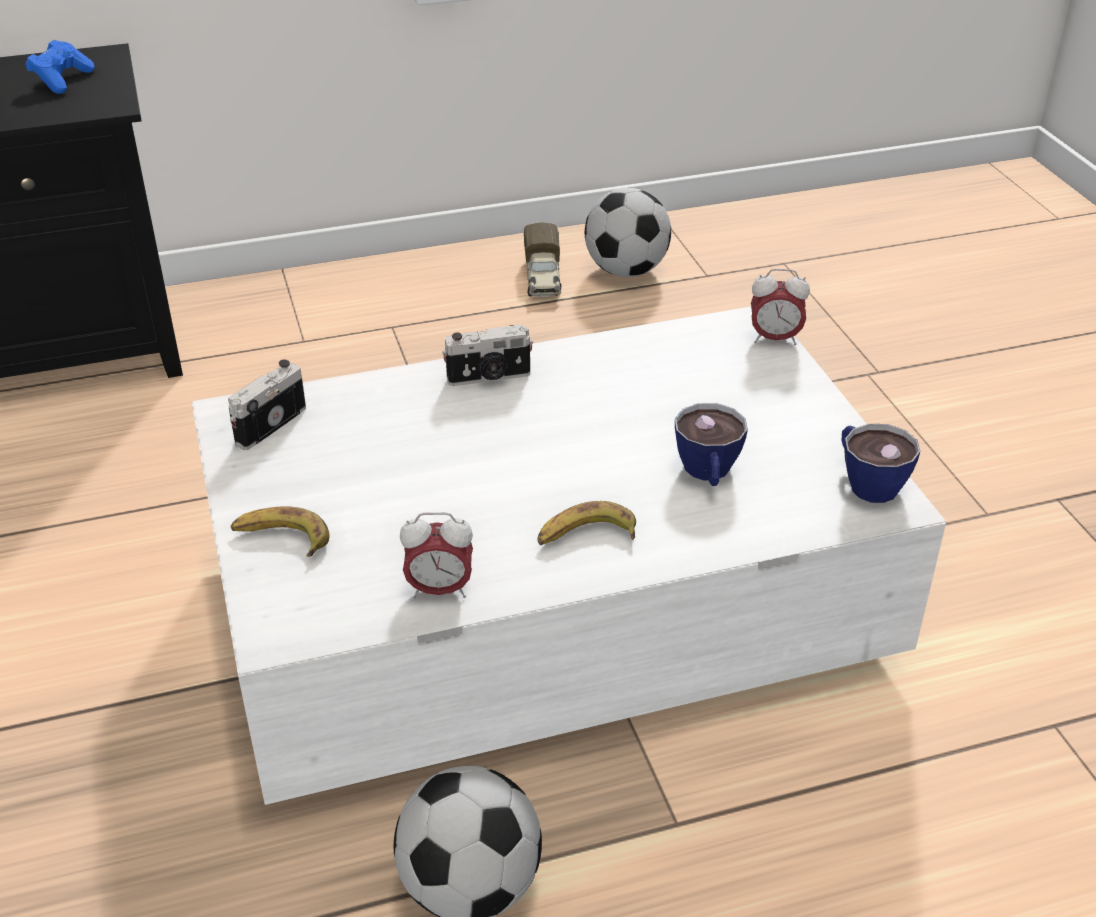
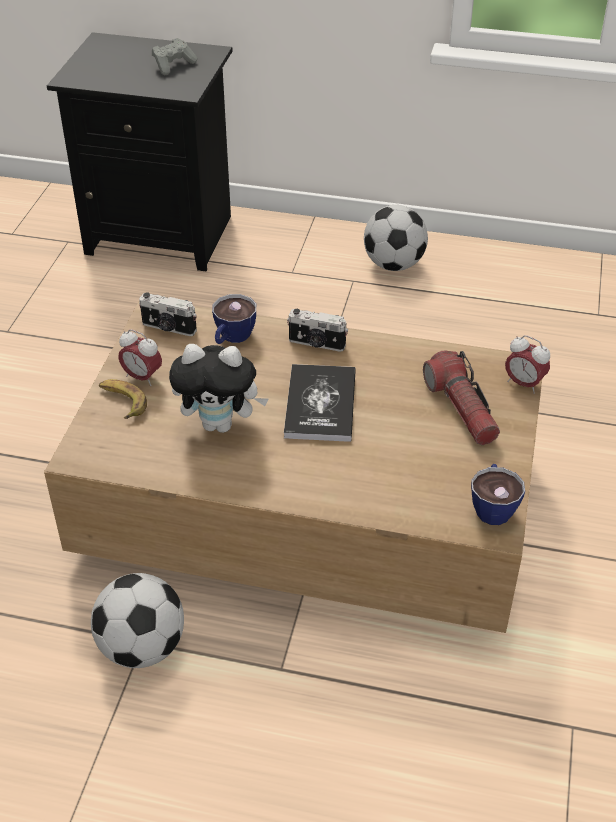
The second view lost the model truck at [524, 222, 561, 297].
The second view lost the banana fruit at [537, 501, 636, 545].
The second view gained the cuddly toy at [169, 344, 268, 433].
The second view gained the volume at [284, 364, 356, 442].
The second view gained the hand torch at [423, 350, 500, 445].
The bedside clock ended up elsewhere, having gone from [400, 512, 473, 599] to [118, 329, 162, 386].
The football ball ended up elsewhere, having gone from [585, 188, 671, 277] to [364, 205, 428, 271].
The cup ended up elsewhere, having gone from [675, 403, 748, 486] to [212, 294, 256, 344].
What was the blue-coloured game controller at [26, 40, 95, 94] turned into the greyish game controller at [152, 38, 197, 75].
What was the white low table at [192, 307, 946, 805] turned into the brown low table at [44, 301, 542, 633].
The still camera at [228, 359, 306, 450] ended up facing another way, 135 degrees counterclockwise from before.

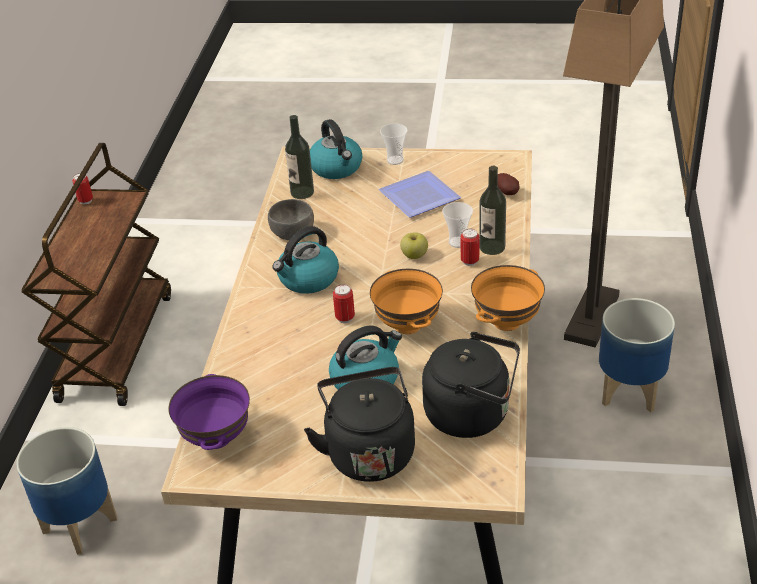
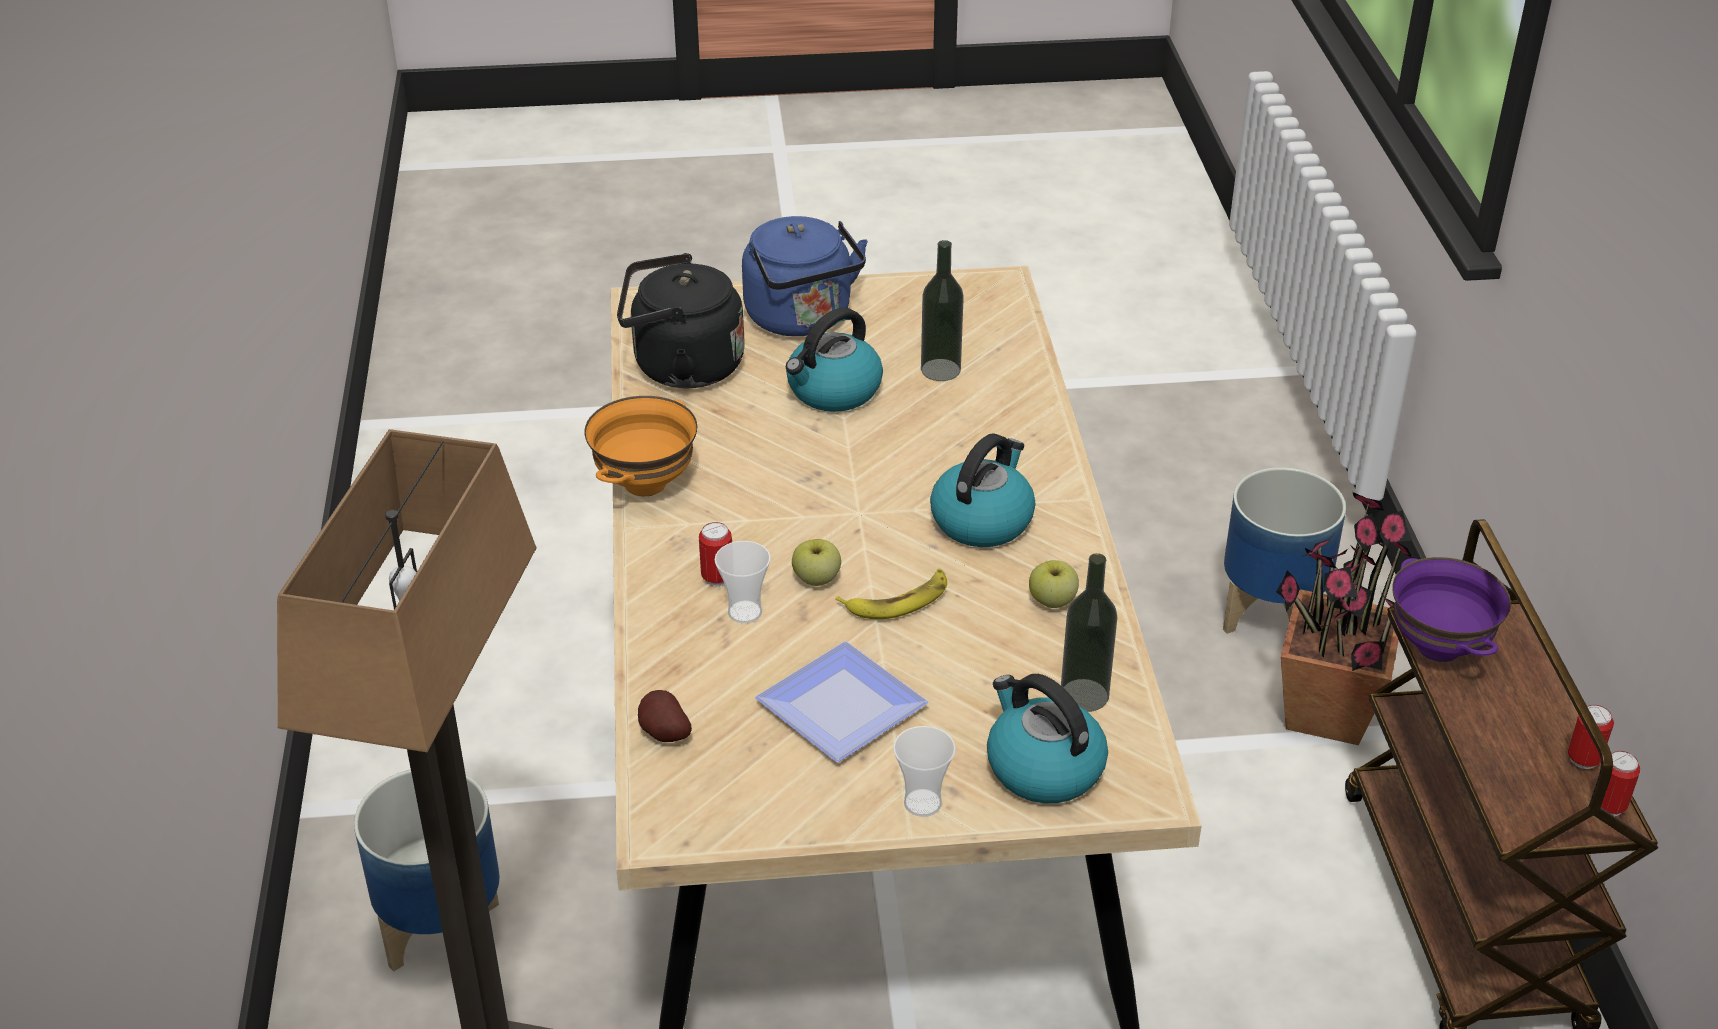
The second view lost the orange serving bowl at [370, 269, 443, 334].
The second view gained the banana fruit at [836, 569, 947, 619].
The second view gained the potted plant at [1276, 492, 1414, 745].
The purple-coloured serving bowl ended up elsewhere, having gone from [168, 374, 250, 450] to [1392, 557, 1511, 662].
The can ended up elsewhere, having gone from [333, 284, 355, 323] to [1568, 705, 1614, 769].
The bottle ended up elsewhere, having gone from [479, 166, 506, 255] to [921, 240, 964, 381].
Where the greyish serving bowl stood at [268, 199, 314, 240], the apple came to stand at [1029, 560, 1079, 608].
What was the black tea kettle at [304, 367, 415, 482] turned into the blue-coloured tea kettle at [742, 216, 868, 336].

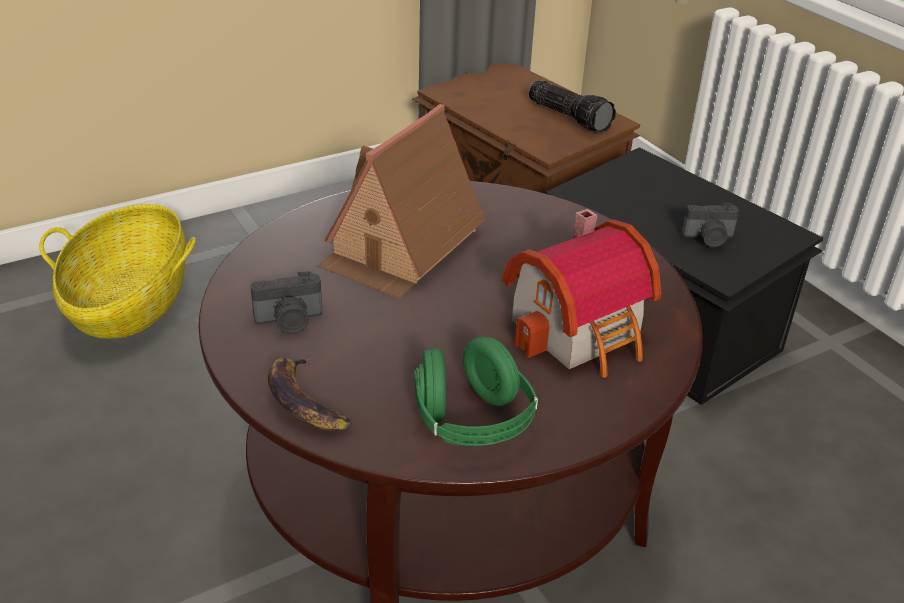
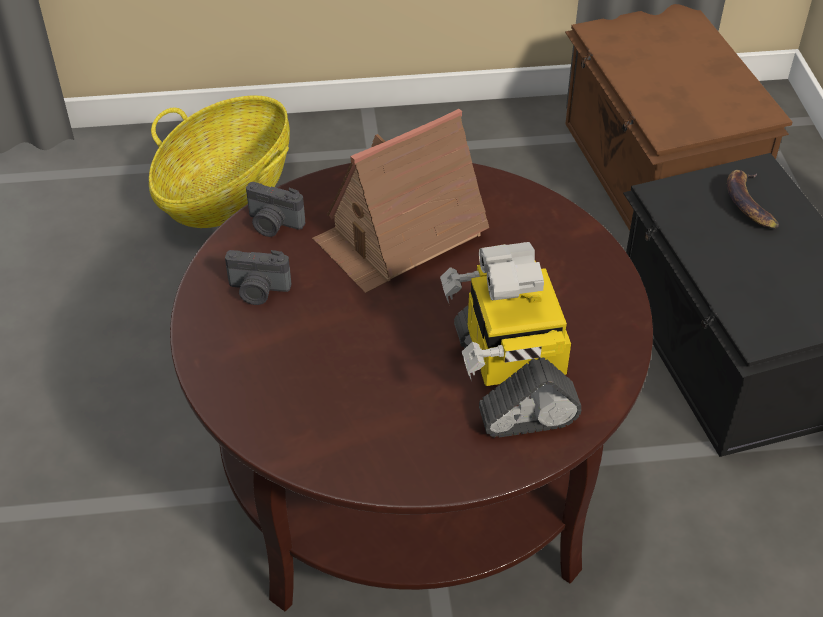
The second view lost the green-coloured headphones at [414, 336, 538, 446].
The second view lost the hand torch at [529, 80, 616, 133].
The banana fruit ended up elsewhere, having gone from [268, 356, 352, 431] to [727, 170, 779, 228].
The still camera ended up elsewhere, having gone from [682, 202, 739, 247] to [246, 182, 305, 237].
Where the toy house stood at [502, 209, 661, 378], the model robot came to stand at [440, 242, 582, 438].

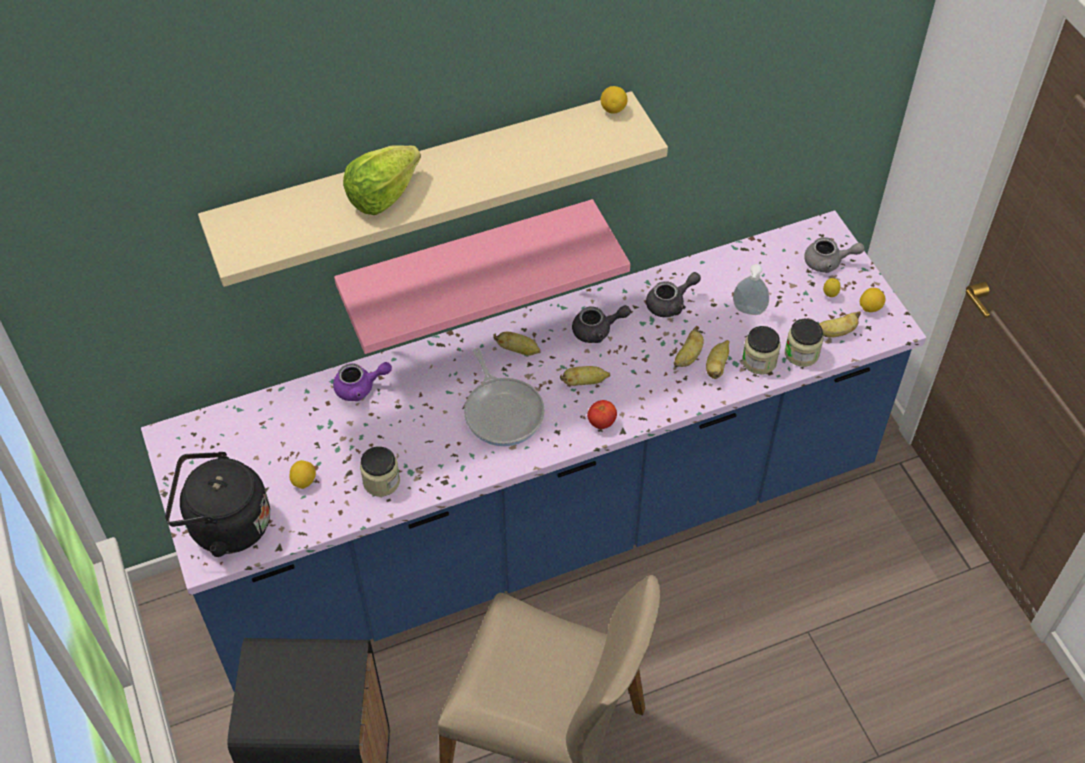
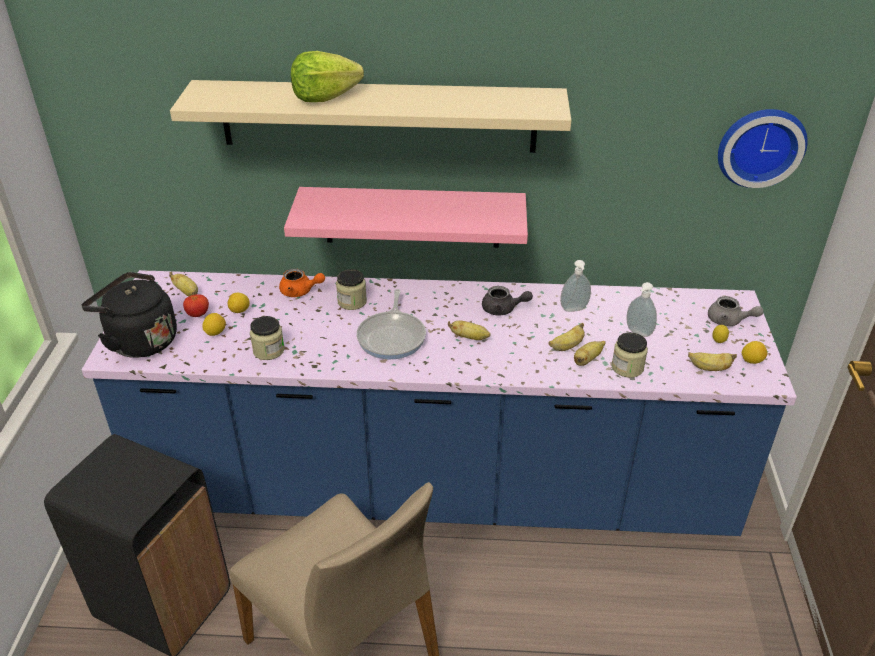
The second view gained the hanging clock at [718, 109, 808, 188].
The banana fruit ended up elsewhere, having gone from [493, 332, 541, 356] to [169, 272, 198, 296].
The tomato ended up elsewhere, having gone from [587, 400, 617, 429] to [183, 294, 209, 317].
The lemon ended up elsewhere, having gone from [601, 86, 627, 114] to [228, 293, 250, 313].
The storage jar ended up elsewhere, having gone from [785, 319, 824, 367] to [336, 269, 367, 310].
Where the greyish teapot stood at [646, 272, 701, 317], the liquid soap bottle came to stand at [560, 260, 591, 312].
What was the purple-coloured teapot at [333, 362, 392, 401] turned into the orange teapot at [279, 269, 325, 297].

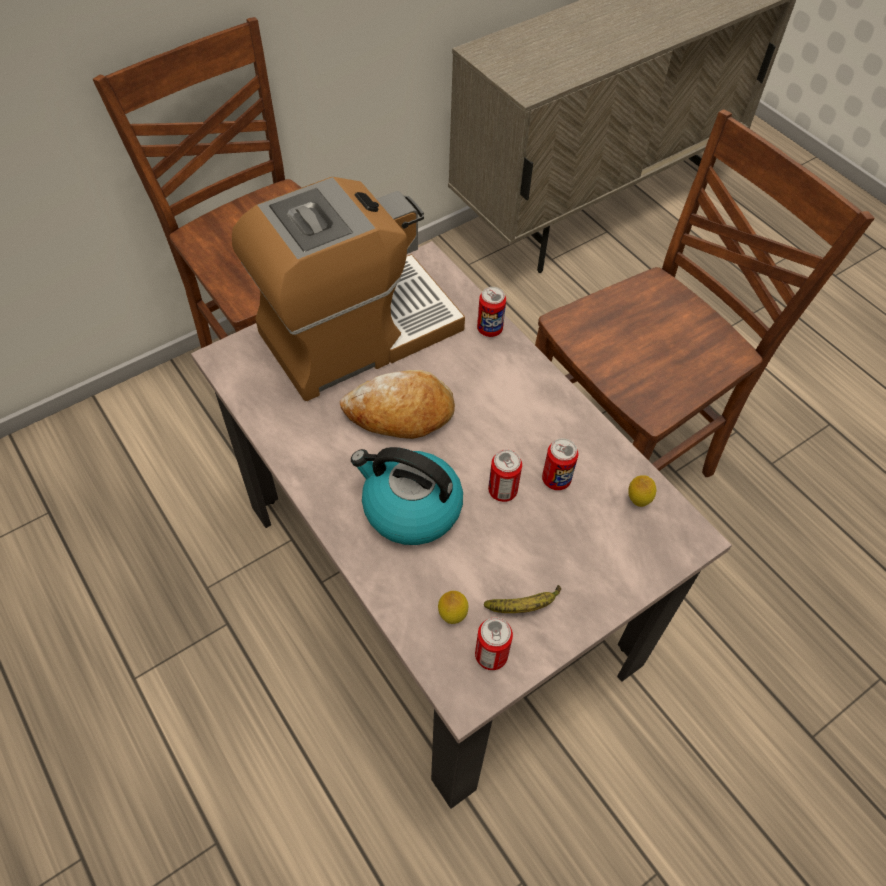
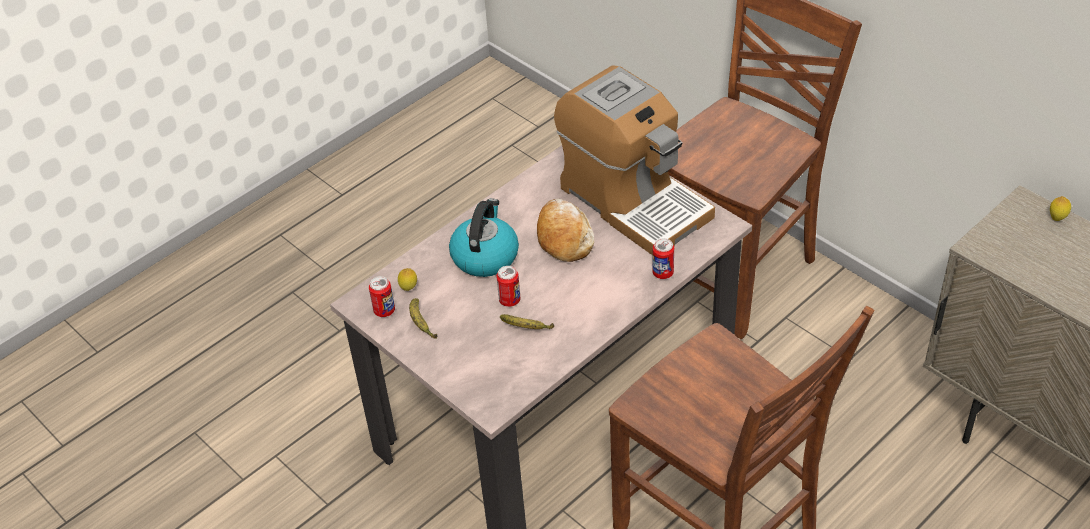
The lemon ended up elsewhere, having gone from [628, 475, 656, 507] to [1050, 196, 1071, 221].
Where the can stood at [542, 438, 578, 490], the banana fruit came to stand at [500, 314, 554, 329].

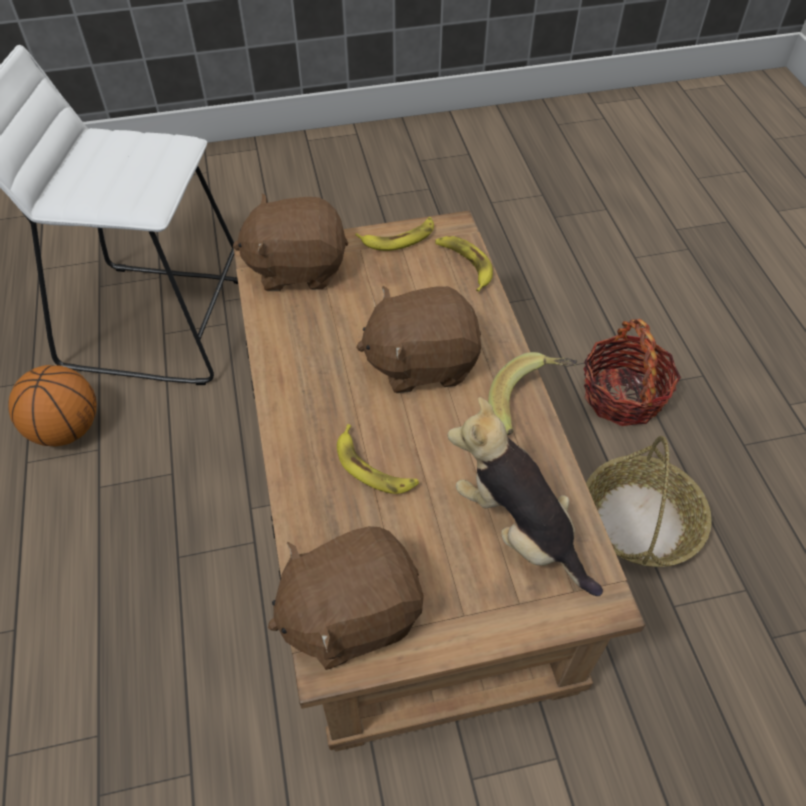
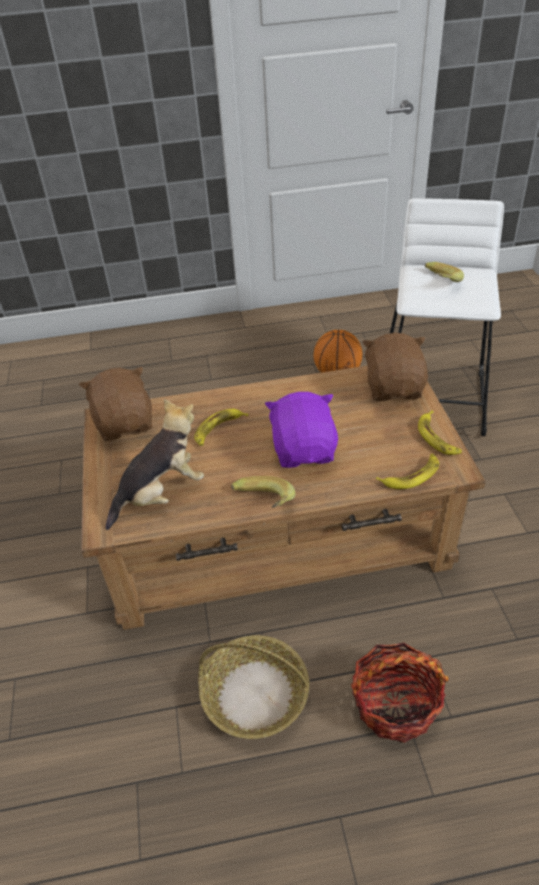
The second view gained the banana fruit at [425, 262, 464, 282].
What was the brown cuddly toy at [356, 286, 481, 393] turned into the purple-coloured cuddly toy at [265, 392, 338, 468].

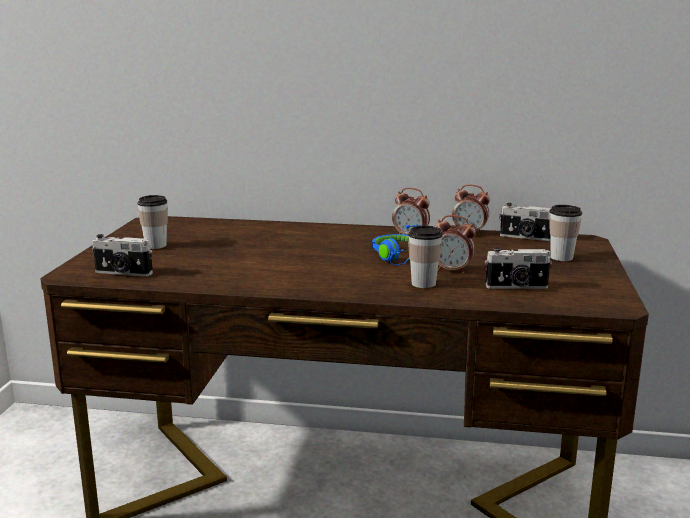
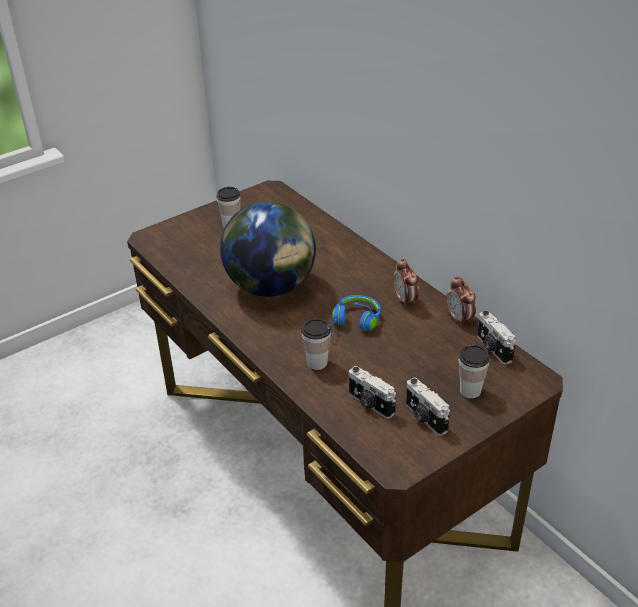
The second view lost the bedside clock at [435, 215, 476, 274].
The second view gained the world globe at [220, 201, 316, 297].
The still camera ended up elsewhere, having gone from [92, 234, 153, 277] to [406, 378, 450, 436].

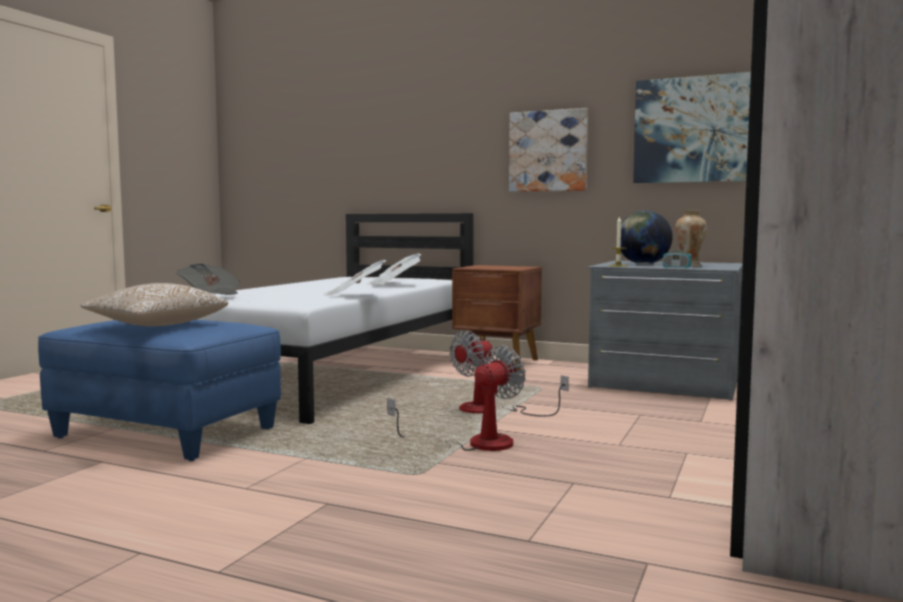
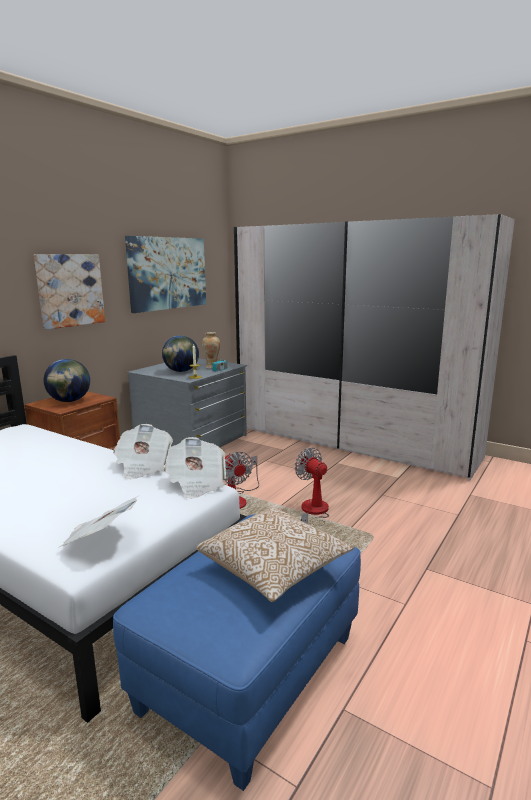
The second view gained the world globe at [44, 359, 90, 402].
The daily paper ended up elsewhere, having gone from [367, 253, 422, 285] to [164, 437, 226, 499].

